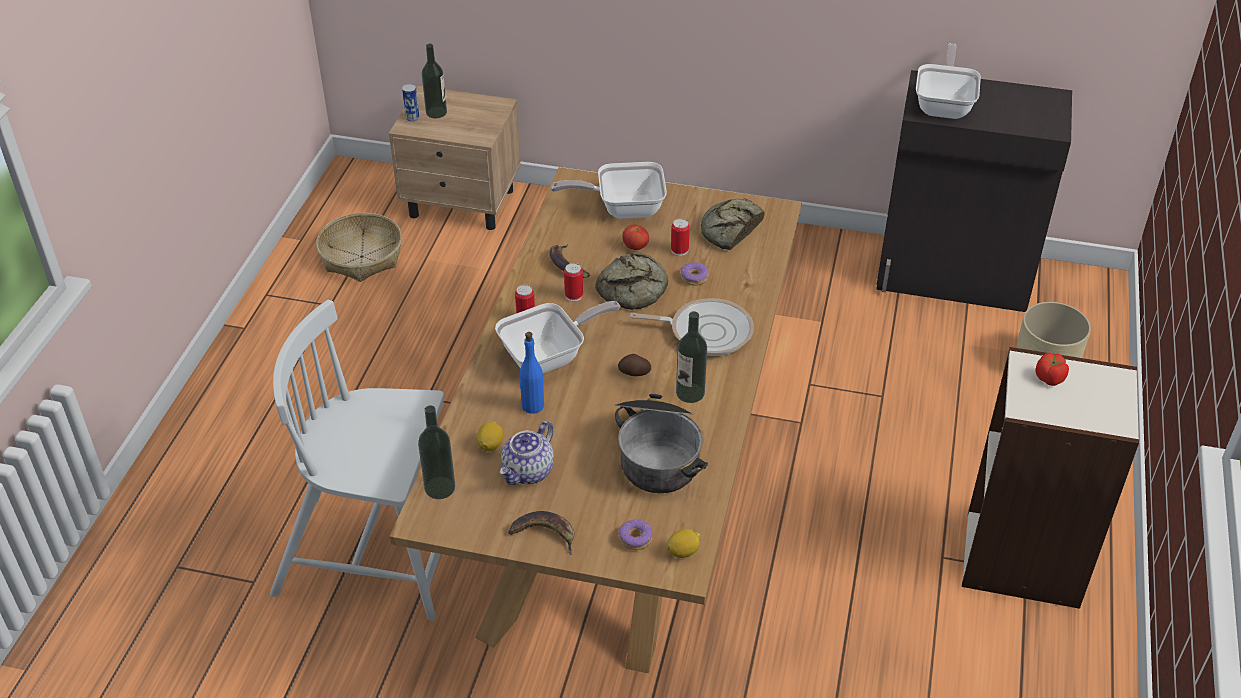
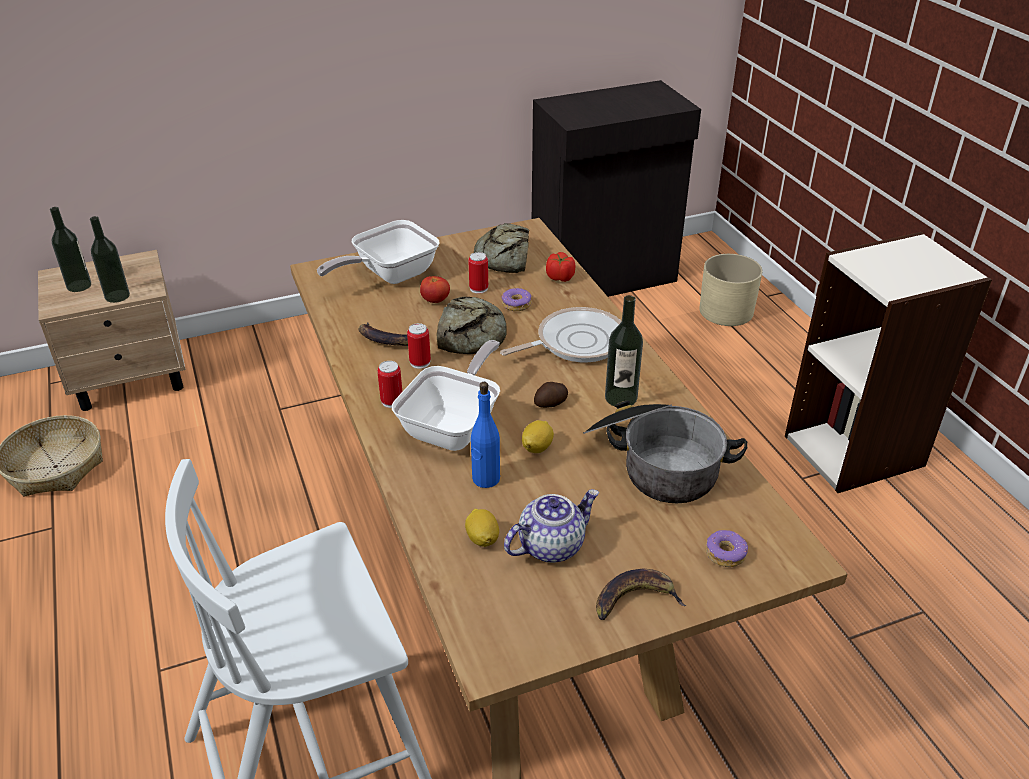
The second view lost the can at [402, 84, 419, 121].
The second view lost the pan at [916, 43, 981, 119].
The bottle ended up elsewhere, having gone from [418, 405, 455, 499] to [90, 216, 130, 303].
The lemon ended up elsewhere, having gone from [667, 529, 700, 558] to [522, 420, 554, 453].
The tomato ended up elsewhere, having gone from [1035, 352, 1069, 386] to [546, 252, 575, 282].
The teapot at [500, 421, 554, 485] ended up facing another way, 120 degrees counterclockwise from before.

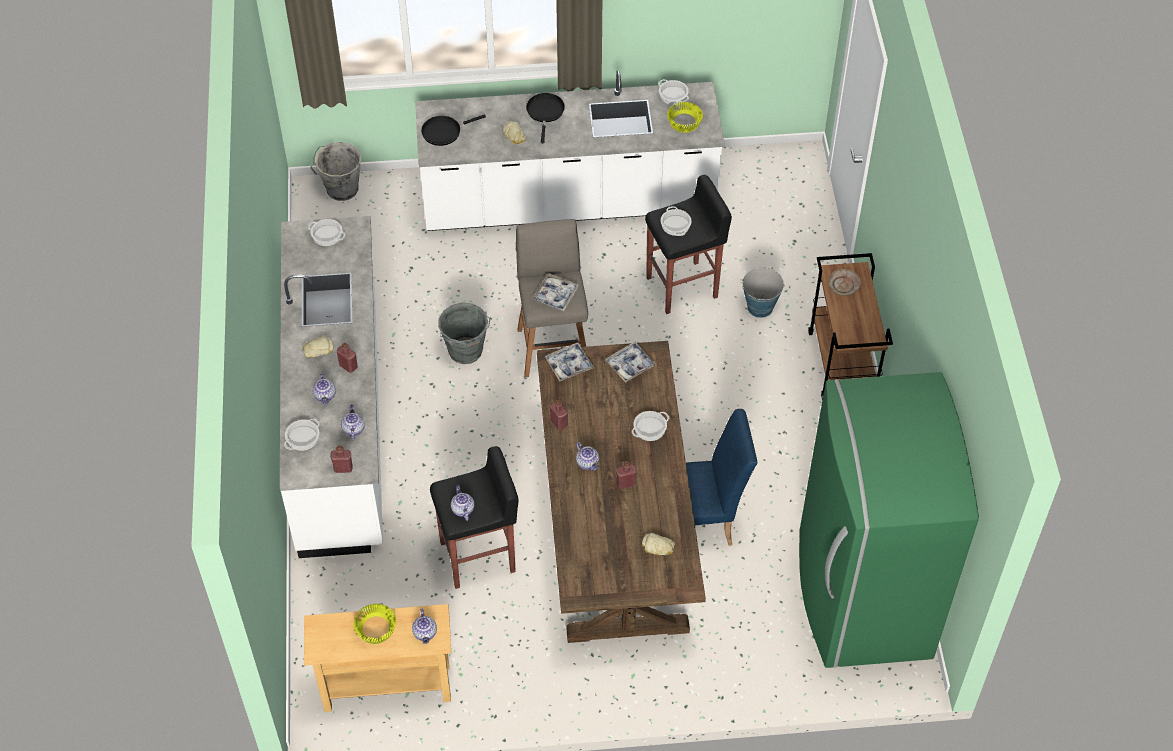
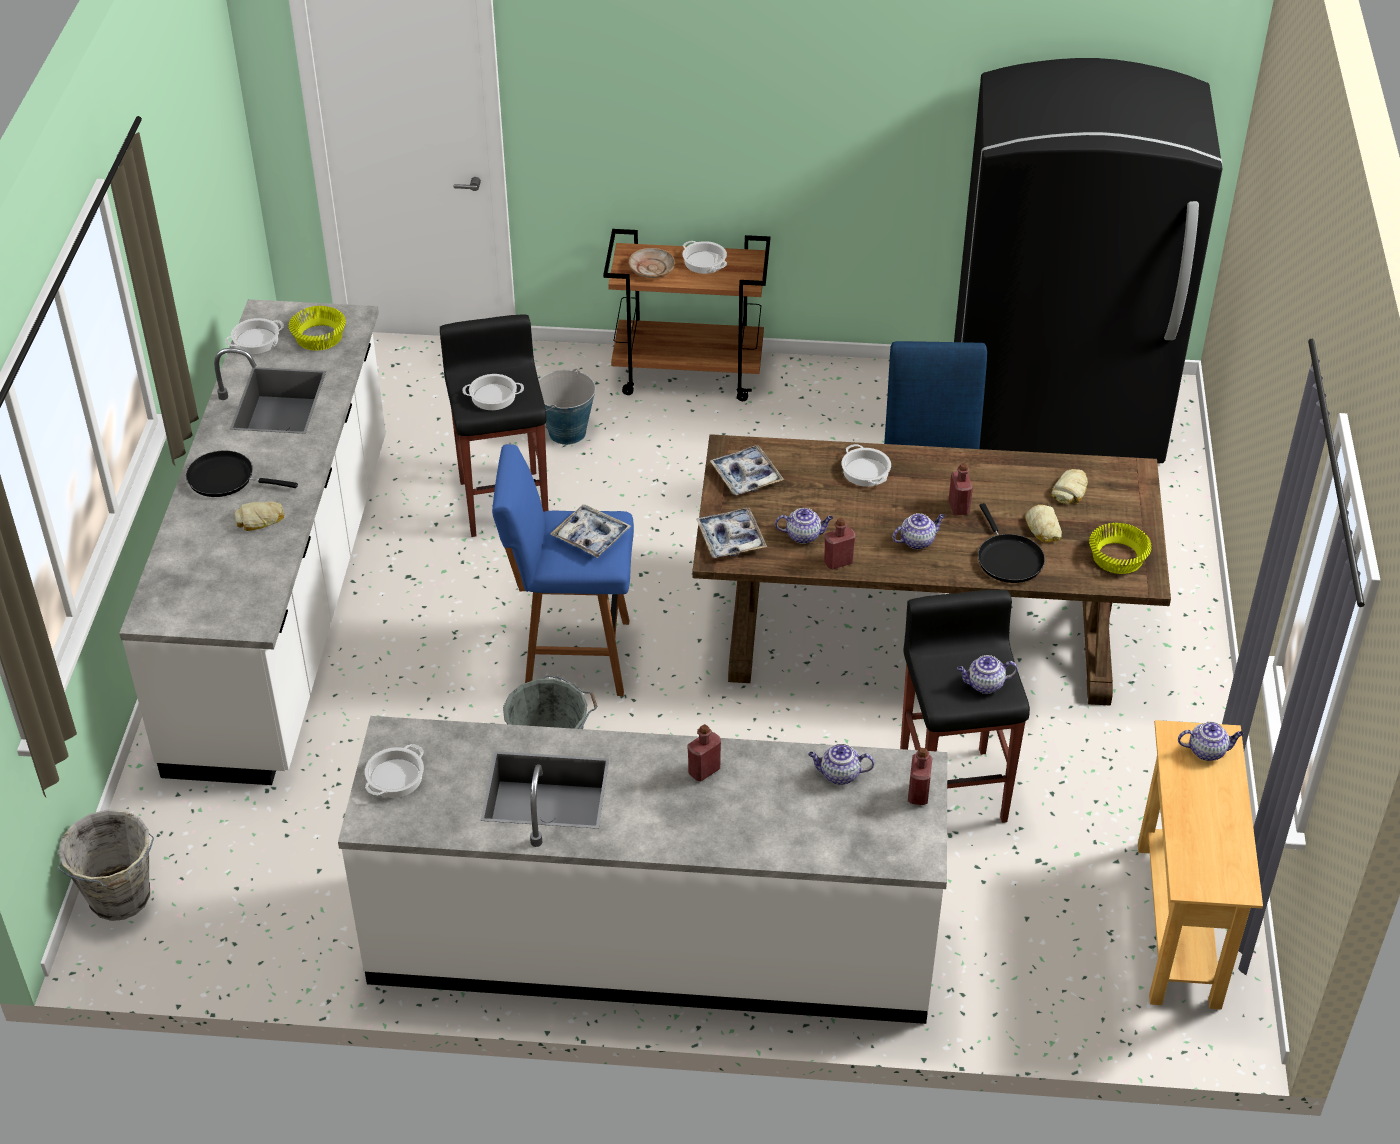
The saucepot ended up elsewhere, having gone from [284, 418, 319, 451] to [683, 241, 727, 274].
The bread ended up elsewhere, having gone from [302, 336, 334, 358] to [1025, 505, 1062, 543].
The teapot ended up elsewhere, having gone from [312, 373, 336, 404] to [775, 508, 833, 544].
The yellowish serving bowl ended up elsewhere, having gone from [353, 603, 396, 644] to [1089, 523, 1152, 574].
The black pan ended up elsewhere, having gone from [421, 114, 486, 146] to [978, 503, 1045, 583].
What was the greyish stool seat at [516, 219, 588, 377] turned into the blue-coloured stool seat at [492, 444, 634, 696].
What was the green-coloured refrigerator at [799, 372, 979, 668] turned into the black refrigerator at [954, 58, 1223, 464].

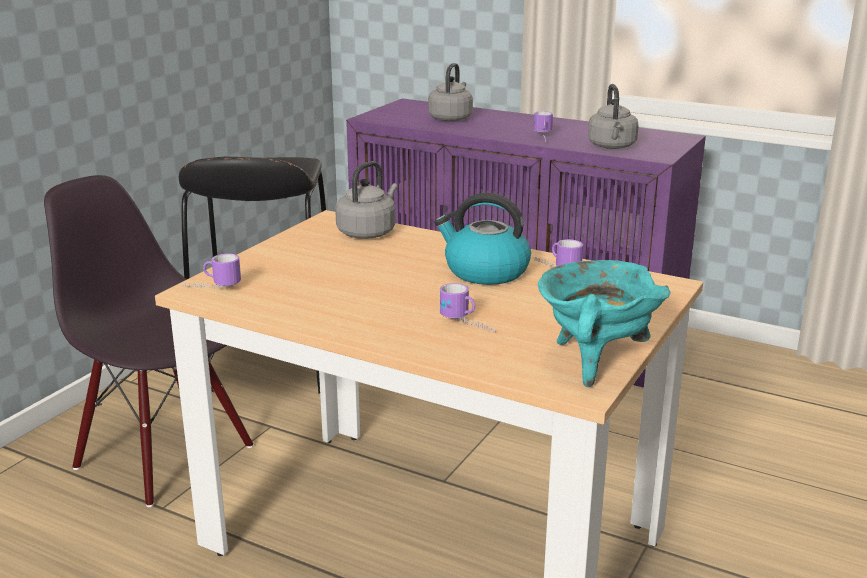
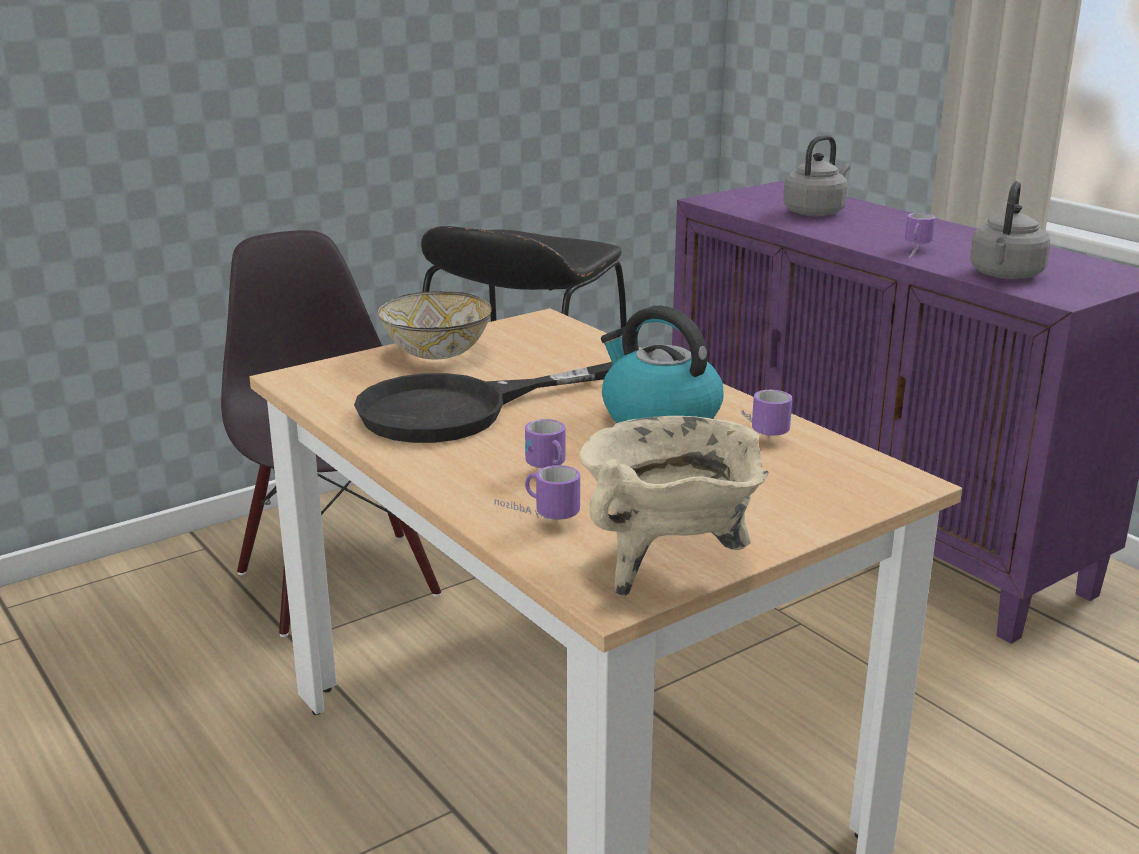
The second view lost the greyish tea kettle at [335, 161, 398, 239].
The second view gained the black pan at [354, 362, 613, 443].
The second view gained the serving bowl at [377, 291, 492, 359].
The mug ended up elsewhere, having gone from [183, 254, 241, 289] to [495, 465, 580, 521].
What was the blue-green saucepot at [538, 260, 671, 387] turned into the beige saucepot at [579, 416, 769, 596].

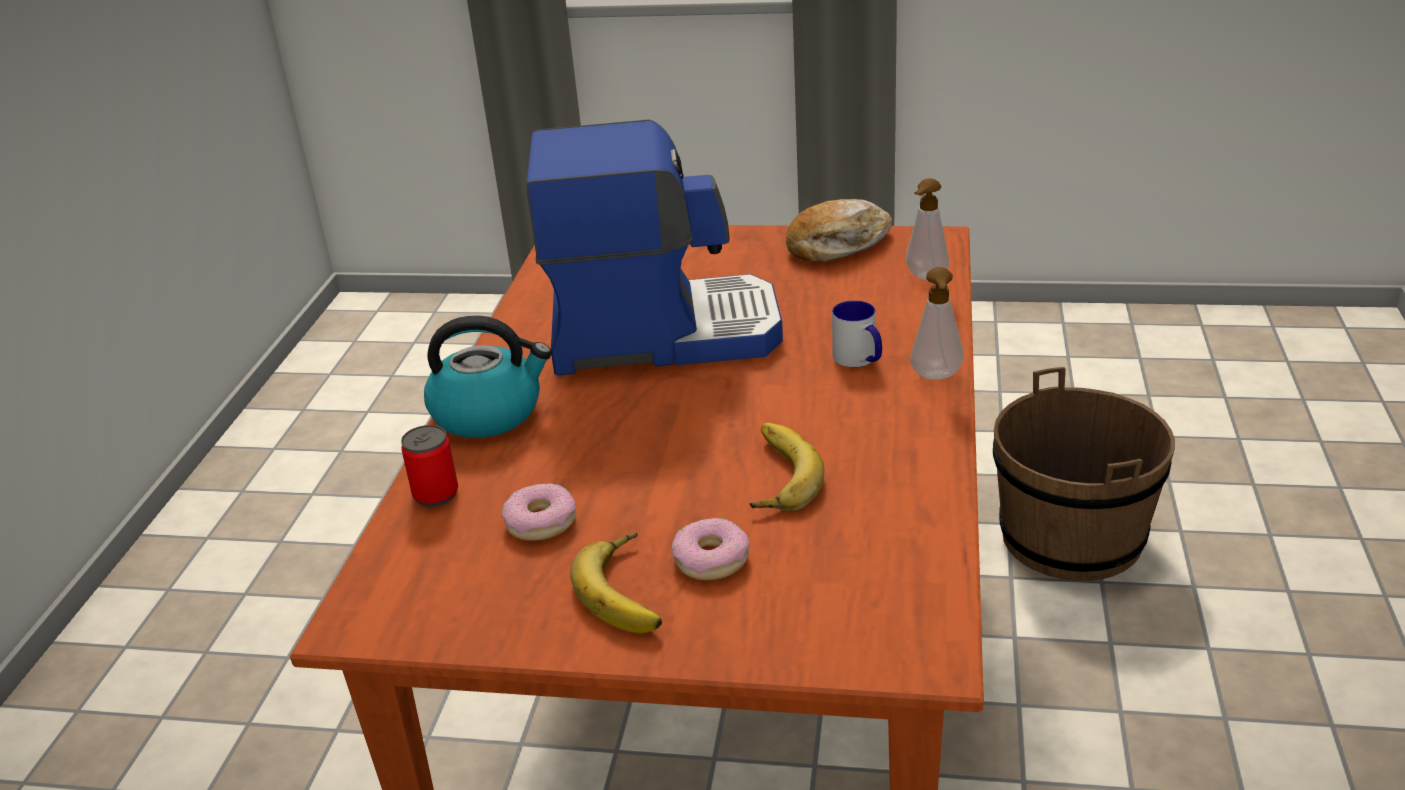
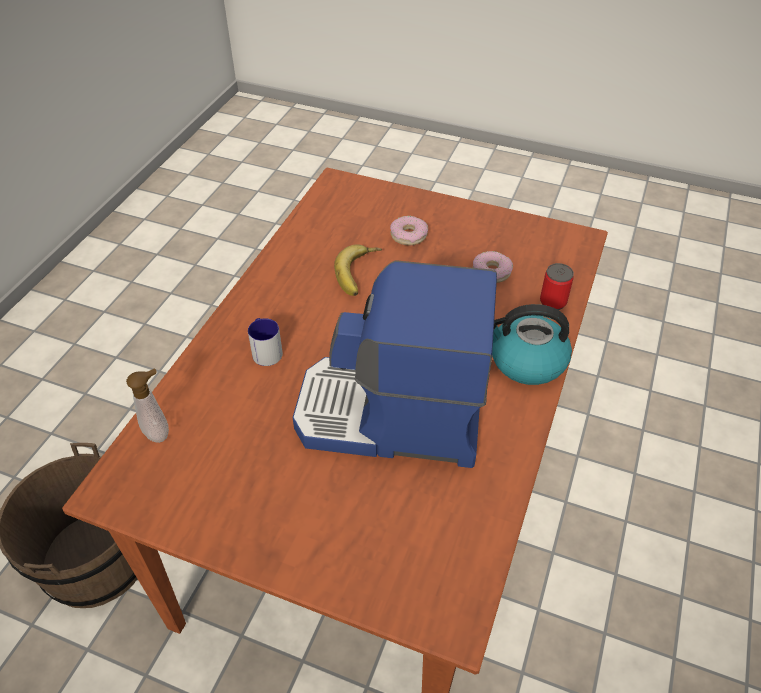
The second view lost the banana fruit at [570, 533, 662, 633].
The second view lost the bread at [786, 199, 892, 262].
The second view lost the liquid soap bottle at [910, 267, 963, 379].

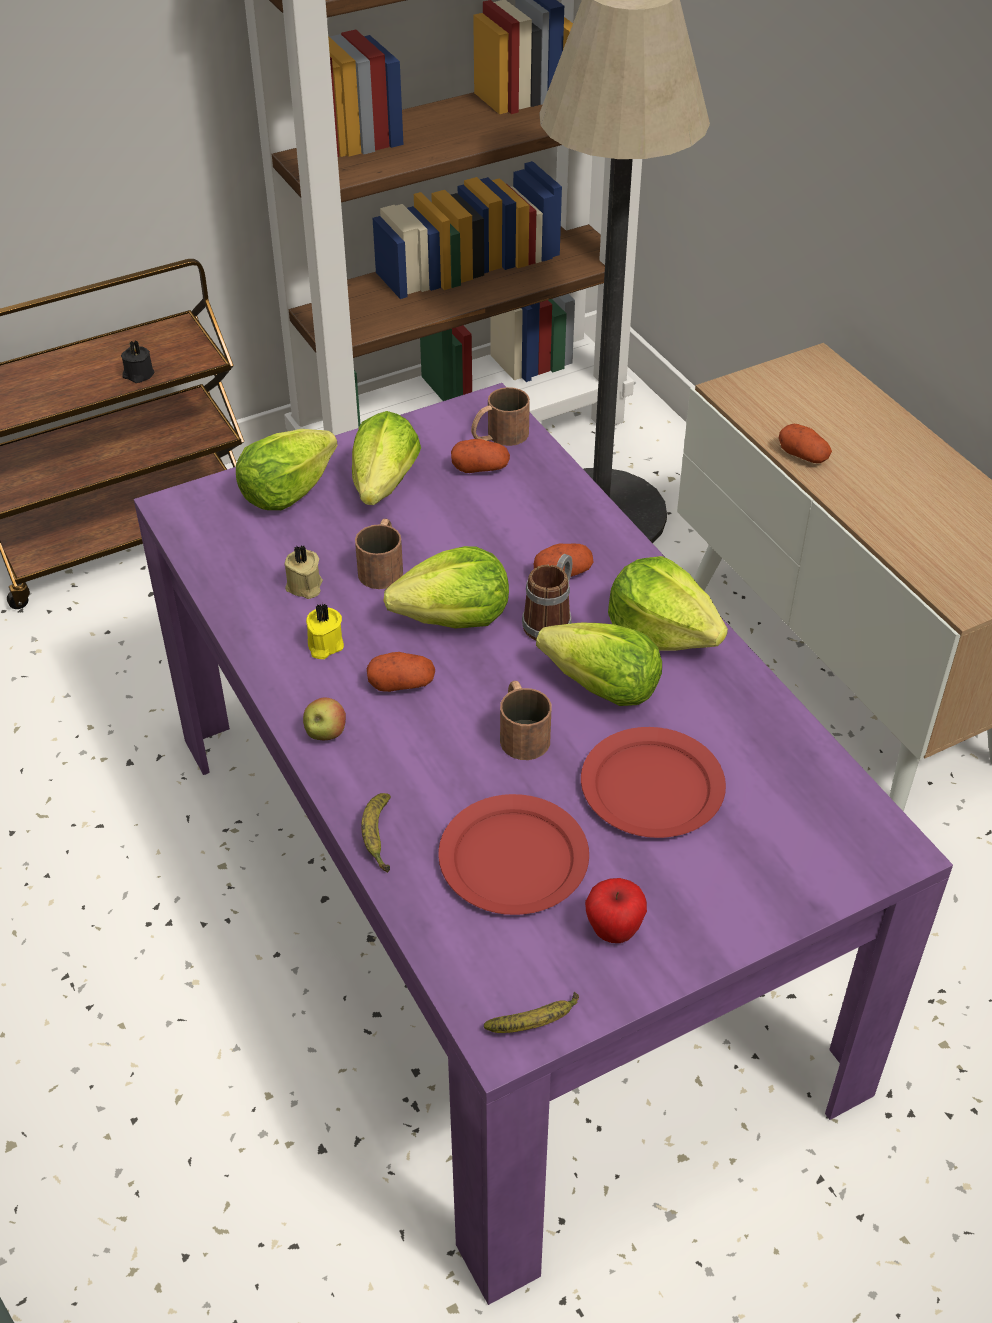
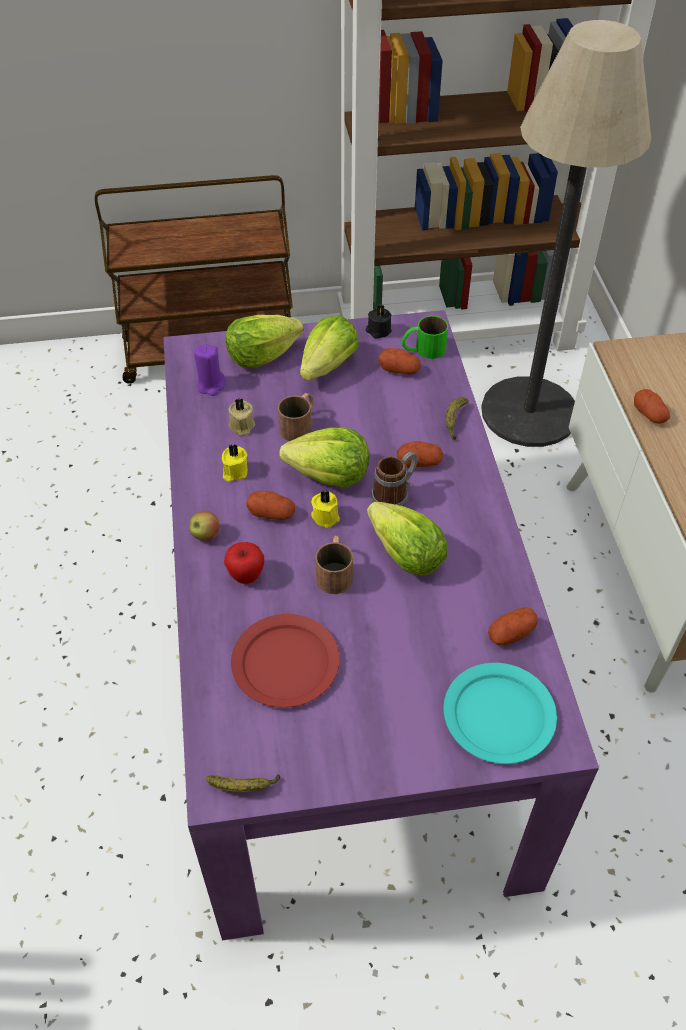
The second view lost the red-coloured dinner plate at [581, 727, 726, 838].
The second view lost the lettuce head at [608, 556, 728, 651].
The second view gained the purple-coloured wax candle at [194, 344, 226, 396].
The second view gained the yellowish wax candle at [311, 490, 340, 528].
The second view gained the blue-green dinner plate at [444, 663, 557, 764].
The second view gained the spud at [488, 607, 538, 645].
The black wax candle ended up elsewhere, having gone from [121, 340, 155, 383] to [366, 304, 392, 338].
The banana fruit ended up elsewhere, having gone from [361, 793, 391, 873] to [445, 397, 469, 441].
The apple ended up elsewhere, having gone from [585, 878, 647, 943] to [224, 542, 264, 584].
What was the brown mug at [471, 387, 530, 446] turned into the green-coloured mug at [402, 316, 448, 359].

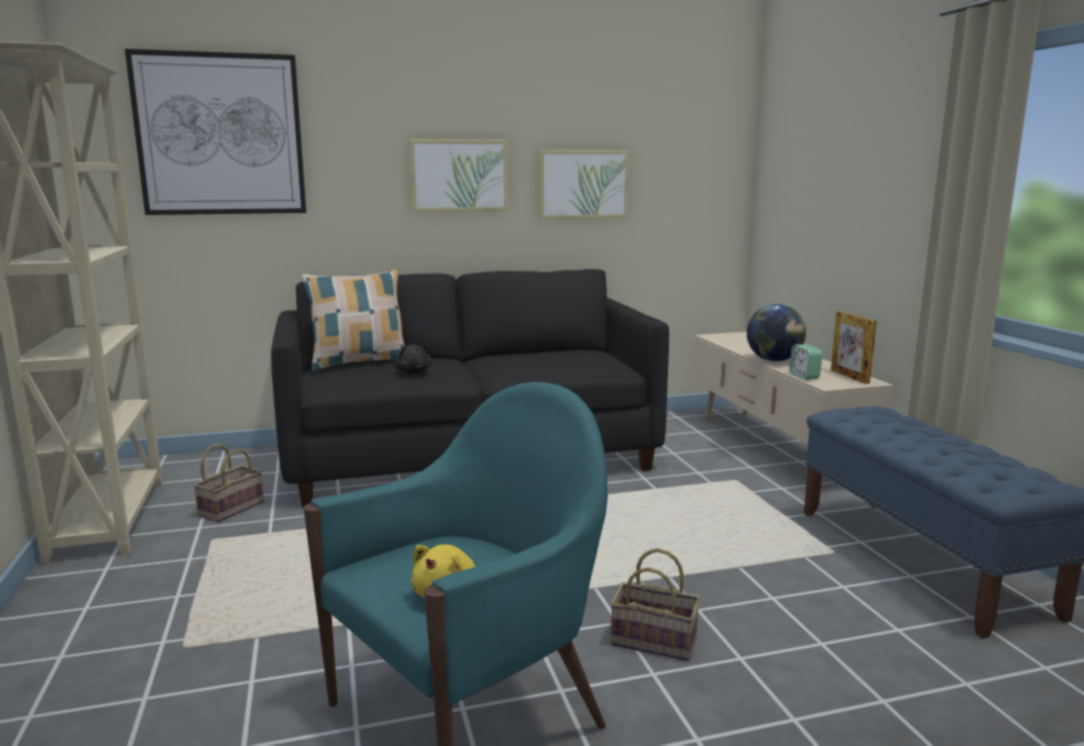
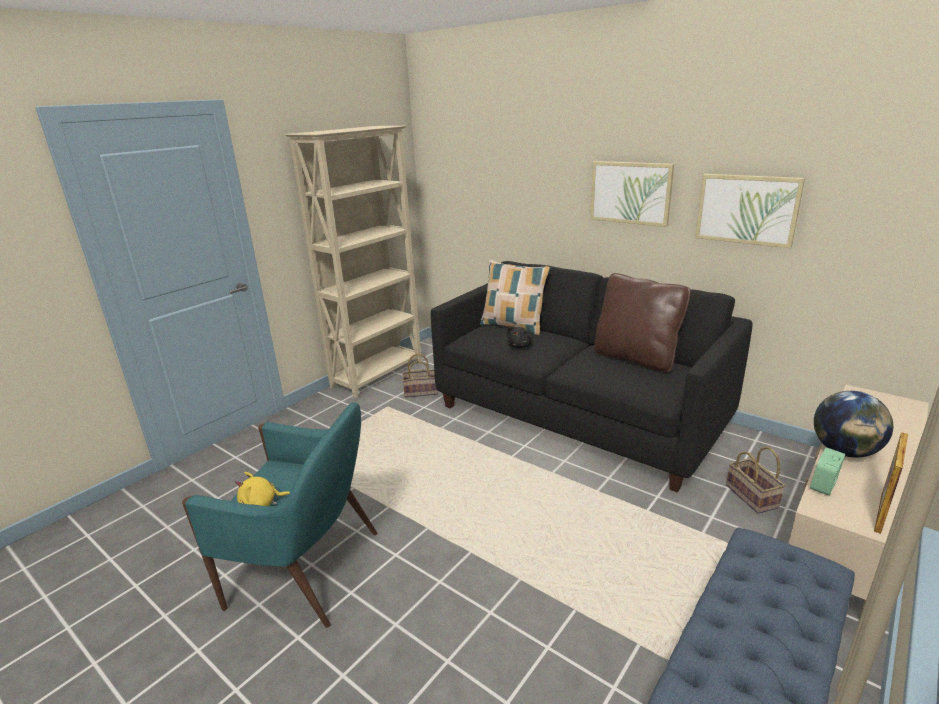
The second view lost the wall picture at [125, 49, 306, 215].
The second view gained the brown throw pillow at [594, 273, 691, 373].
The household basket ended up elsewhere, having gone from [610, 548, 700, 661] to [726, 447, 785, 514].

